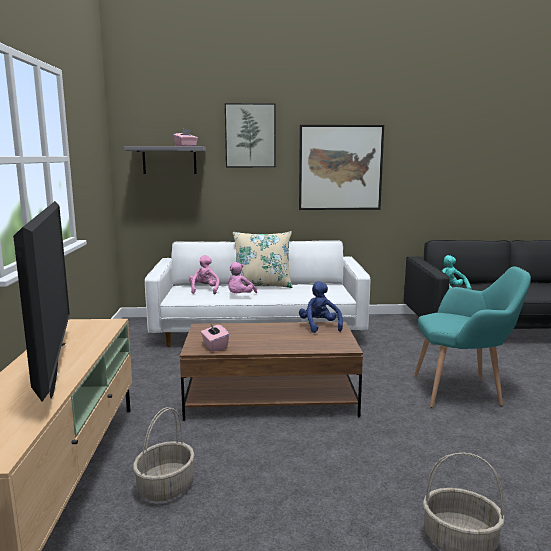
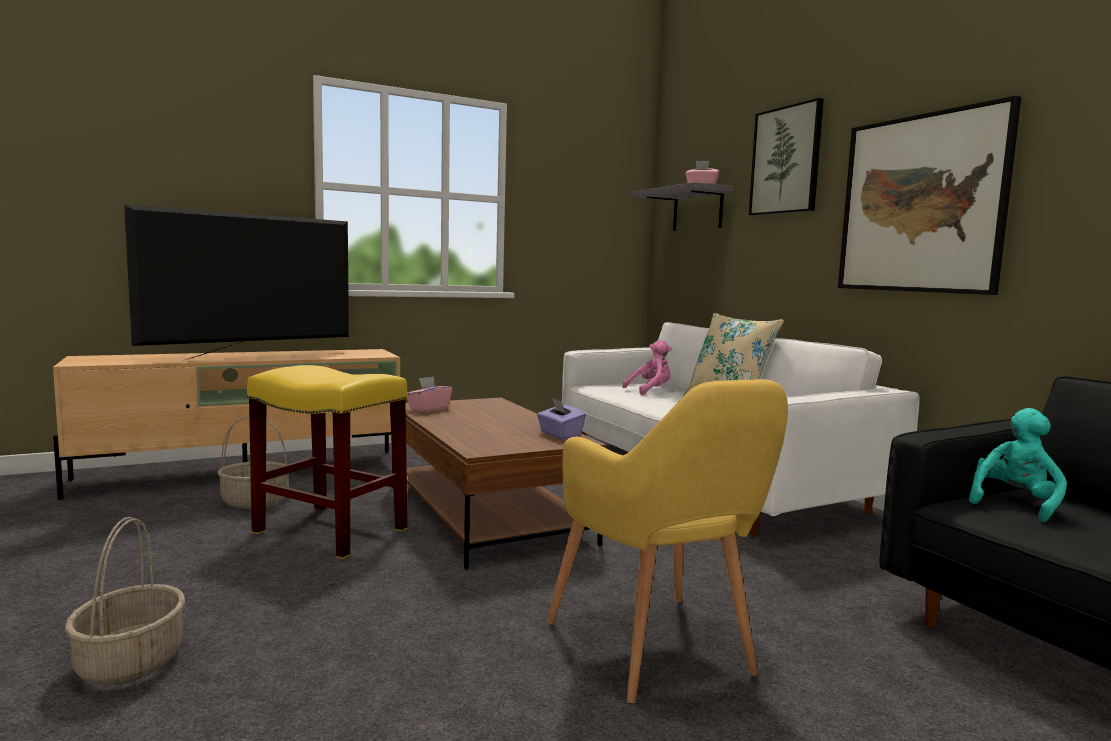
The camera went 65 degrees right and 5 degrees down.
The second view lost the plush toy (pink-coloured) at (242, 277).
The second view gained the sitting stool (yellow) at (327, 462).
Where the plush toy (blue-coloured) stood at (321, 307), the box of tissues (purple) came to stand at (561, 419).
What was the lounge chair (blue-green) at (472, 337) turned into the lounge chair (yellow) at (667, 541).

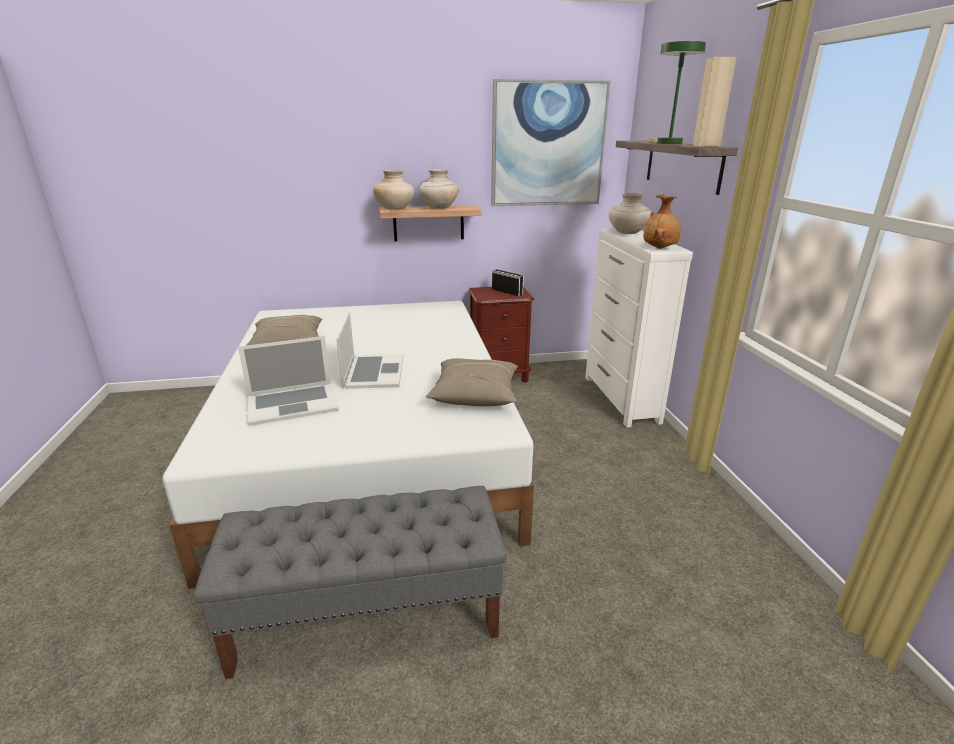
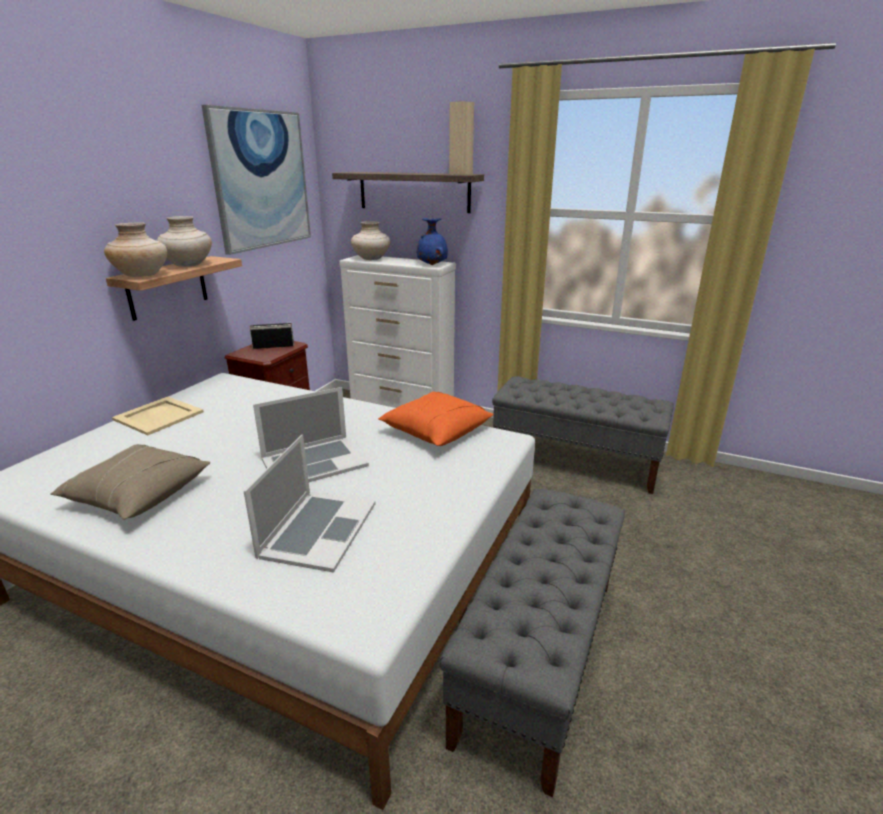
The camera went 55 degrees left and 0 degrees up.
The second view lost the lamp for a table (green-coloured) at (677, 92).
The second view gained the tray (beige-coloured) at (158, 416).
The second view gained the long seat (greyish) at (583, 435).
What was the cushion (beige-coloured) at (472, 382) turned into the cushion (orange) at (436, 419).
What was the decorative vase (brown-coloured) at (662, 221) turned into the decorative vase (blue-coloured) at (432, 241).
The laptop at (370, 350) ended up facing another way, 120 degrees clockwise from before.

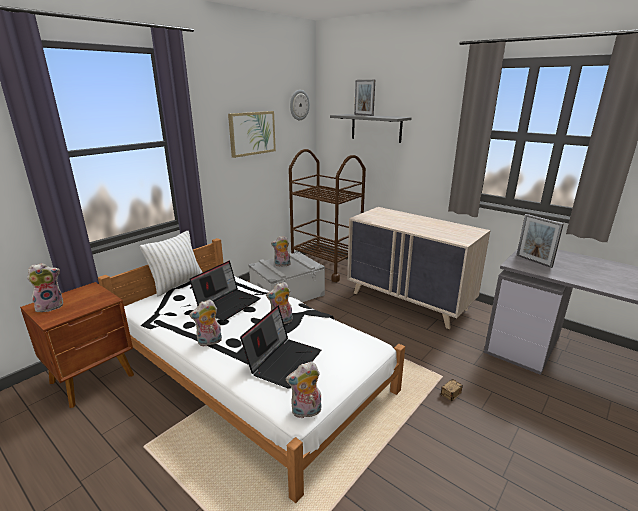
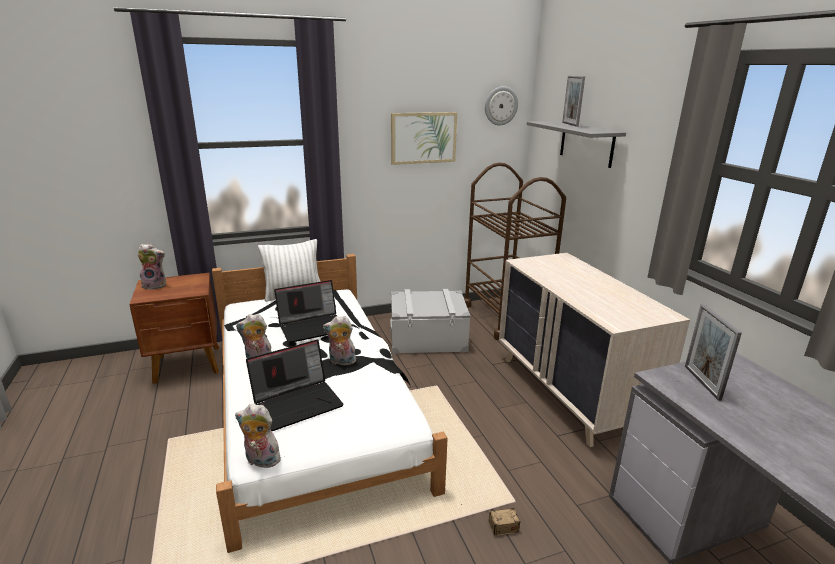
The camera went 30 degrees right and 0 degrees up.
The second view lost the plush toy at (281, 251).

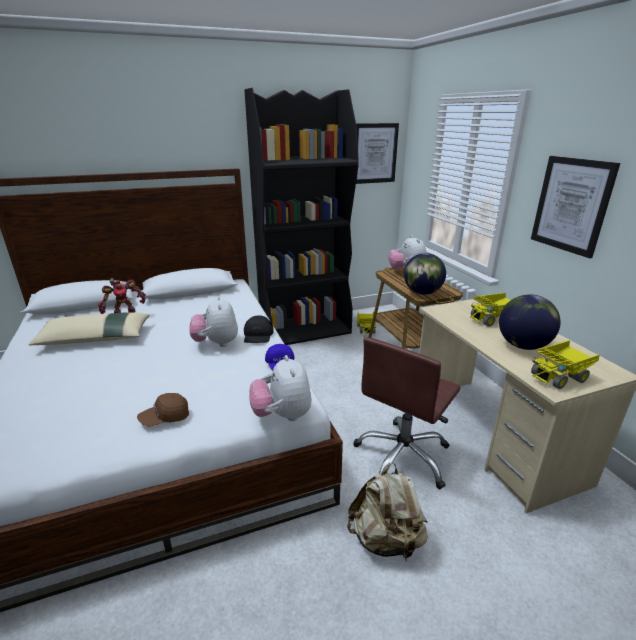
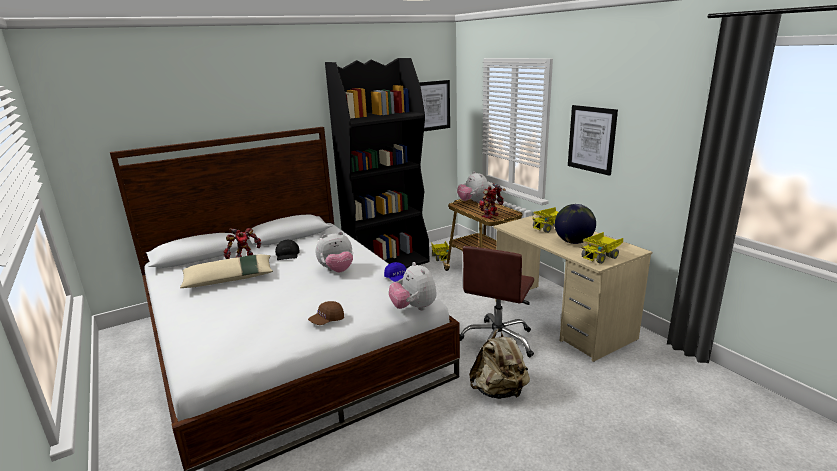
The camera went 10 degrees left and 5 degrees down.
The cap (black-coloured) ended up elsewhere, having gone from (259, 329) to (287, 250).
Where the globe stood at (425, 274), the toy robot came to stand at (492, 201).
The plush toy at (213, 321) ended up facing another way, 90 degrees counterclockwise from before.

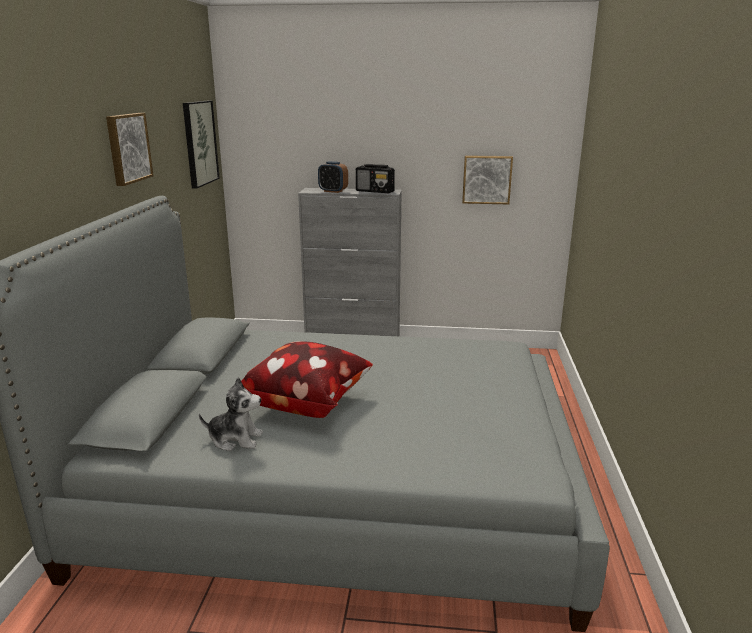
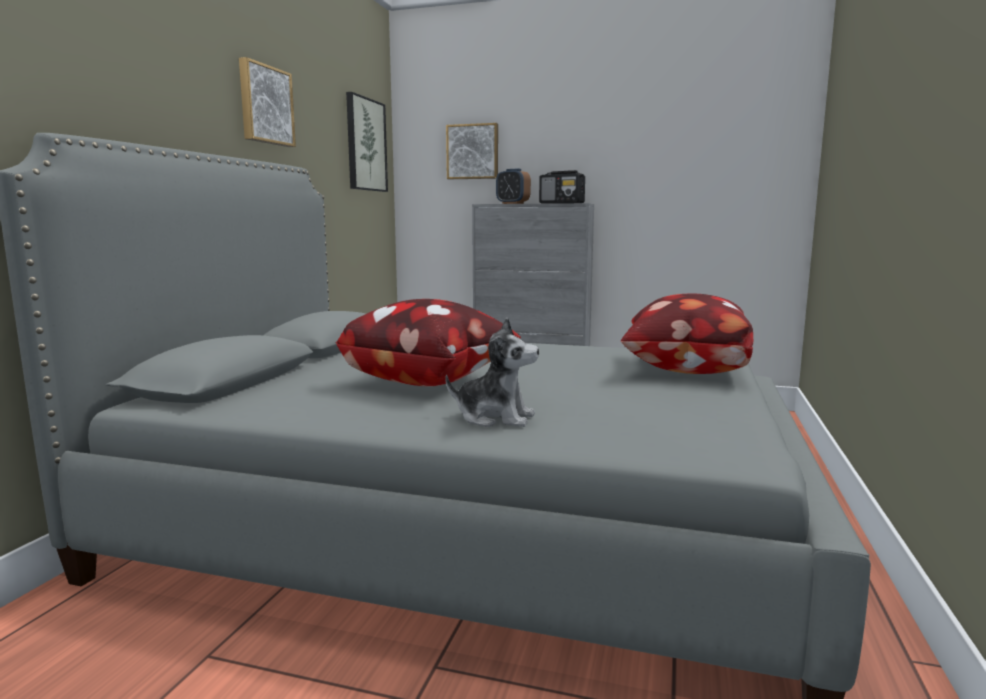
The camera went 10 degrees right and 10 degrees down.
The second view gained the cushion at (687, 334).
The plush toy ended up elsewhere, having gone from (231, 414) to (492, 372).
The wall picture ended up elsewhere, having gone from (487, 179) to (472, 151).

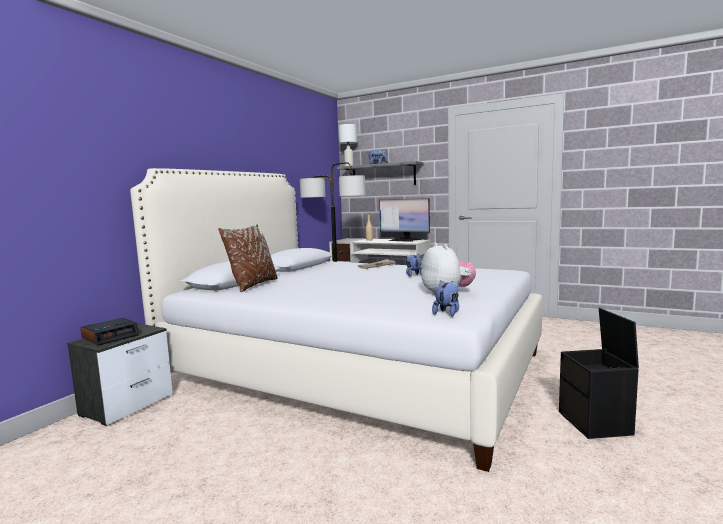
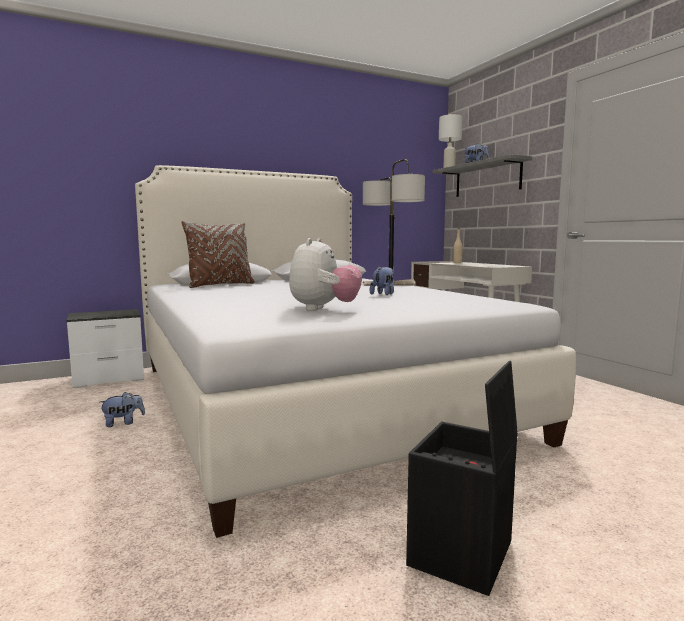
The camera went 35 degrees right and 0 degrees up.
The second view lost the table clock at (110, 332).
The second view lost the computer screen at (404, 220).
The plush toy ended up elsewhere, having gone from (445, 298) to (122, 409).

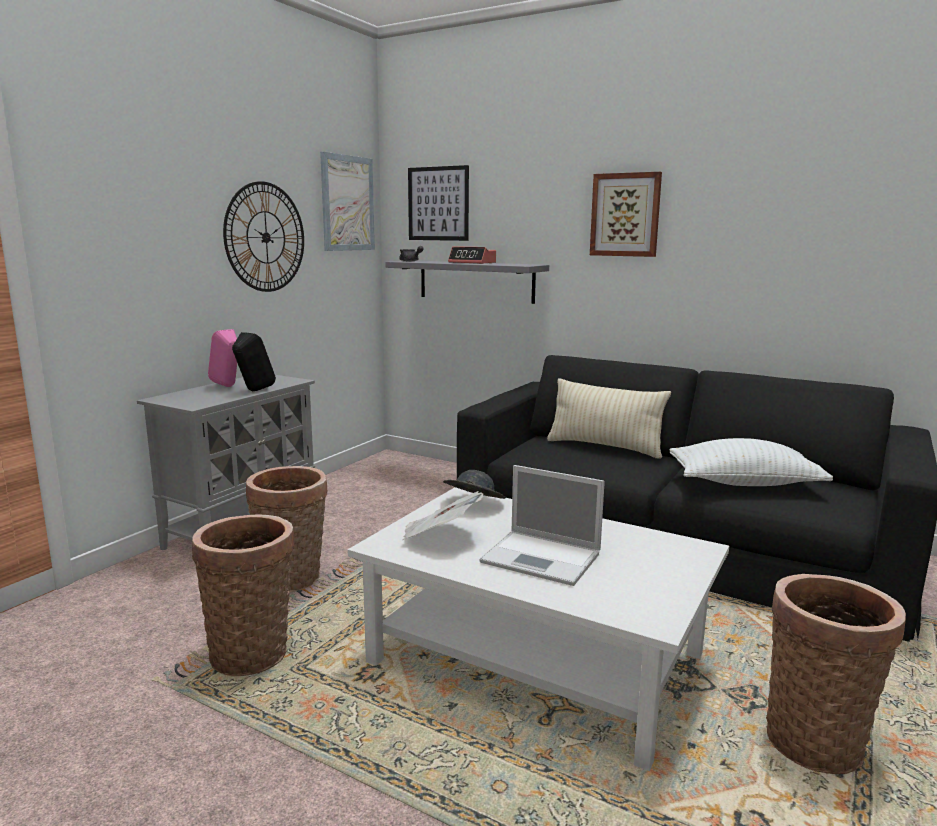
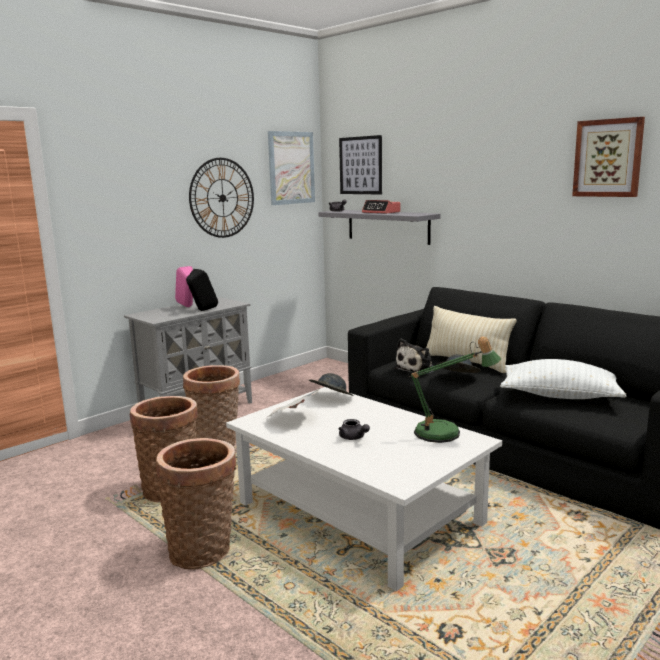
The camera went 15 degrees right and 0 degrees up.
The second view gained the plush toy at (414, 356).
The second view gained the lamp for a table at (454, 389).
The second view gained the clothing hat (greyish) at (458, 363).
The wall picture ended up elsewhere, having gone from (626, 214) to (608, 157).
The basket ended up elsewhere, having gone from (836, 674) to (196, 504).
Where the laptop stood at (542, 525), the tea pot (greyish) came to stand at (354, 429).

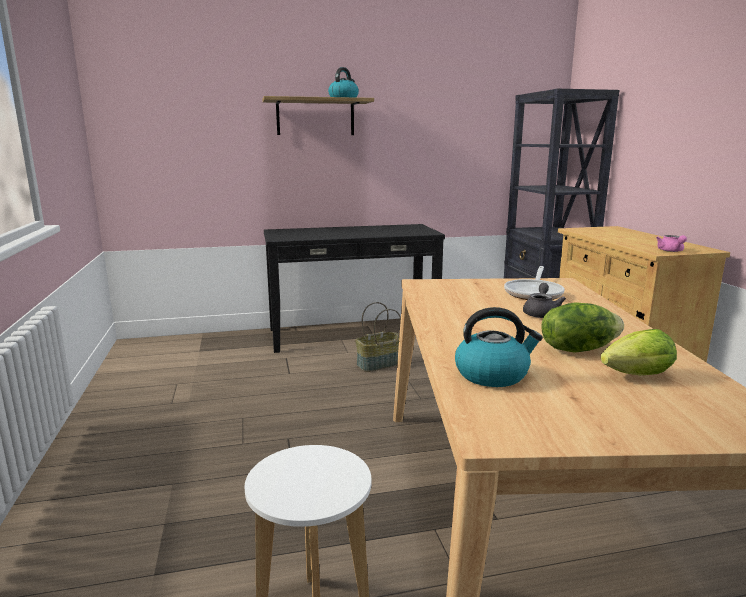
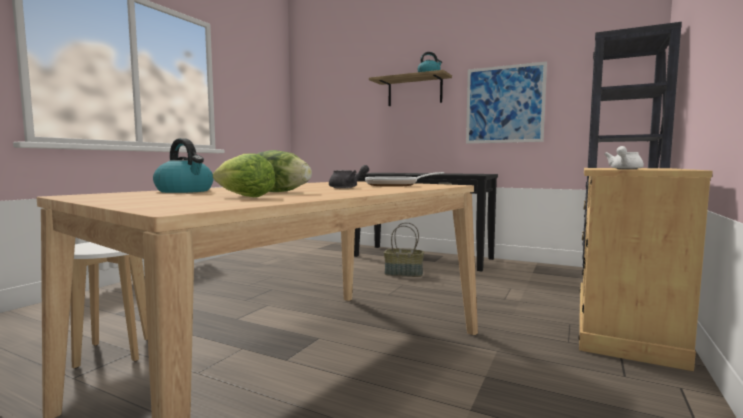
The camera went 40 degrees right and 10 degrees down.
The second view gained the wall picture at (506, 102).
What was the tea pot (pink-coloured) at (671, 243) turned into the tea pot (white) at (624, 157).

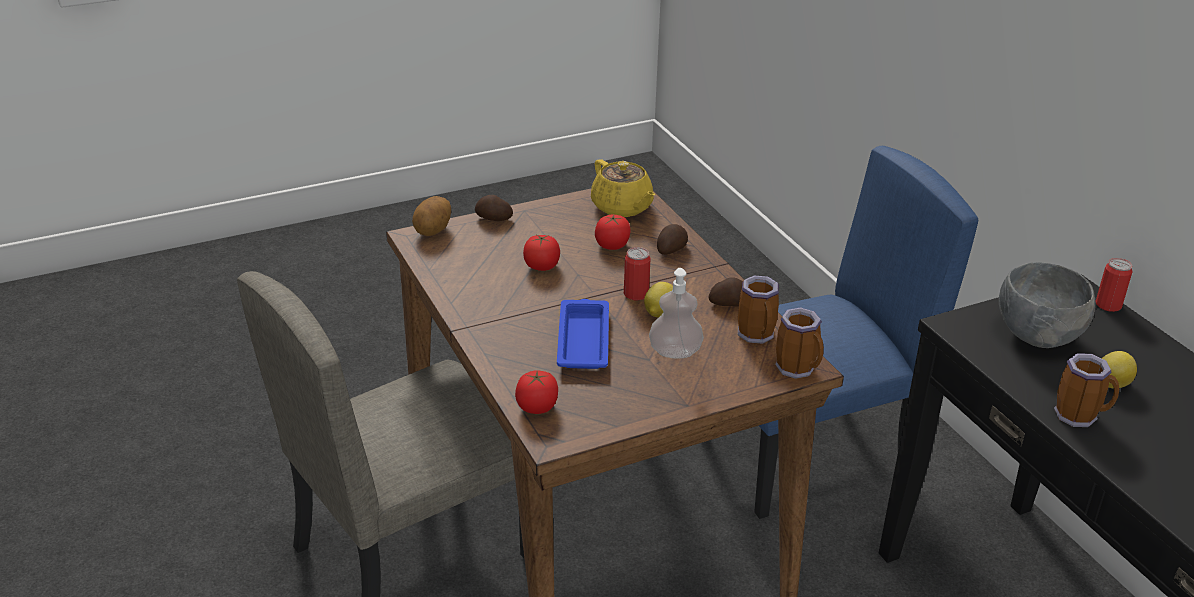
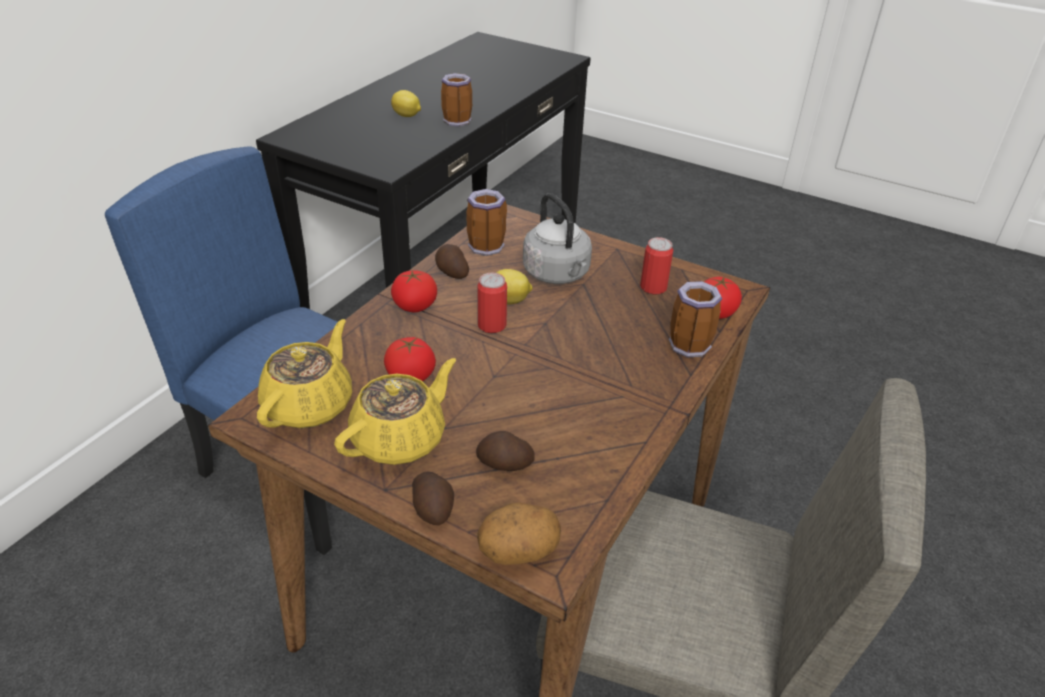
The camera went 125 degrees left and 5 degrees up.
The second view lost the tray (blue-coloured) at (583, 334).
The second view lost the serving bowl (greyish) at (1047, 305).
The second view gained the tea pot (yellow) at (395, 411).
The fresh tomato ended up elsewhere, having gone from (541, 253) to (414, 291).
The spud ended up elsewhere, having gone from (672, 239) to (505, 451).
The tea mug ended up elsewhere, having gone from (799, 343) to (695, 319).
The metal can ended up elsewhere, having gone from (1114, 285) to (656, 265).
Where the liquid soap bottle stood at (676, 313), the tea kettle (greyish) came to stand at (557, 238).

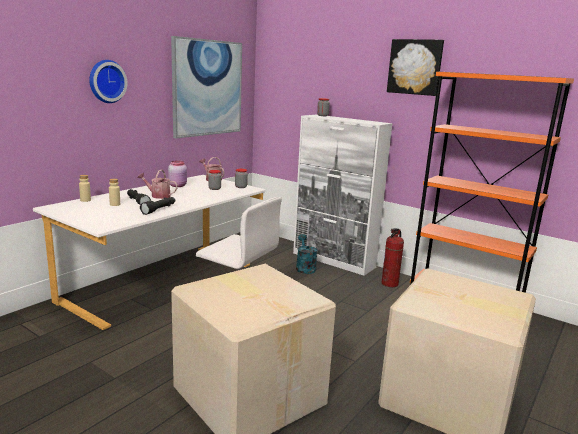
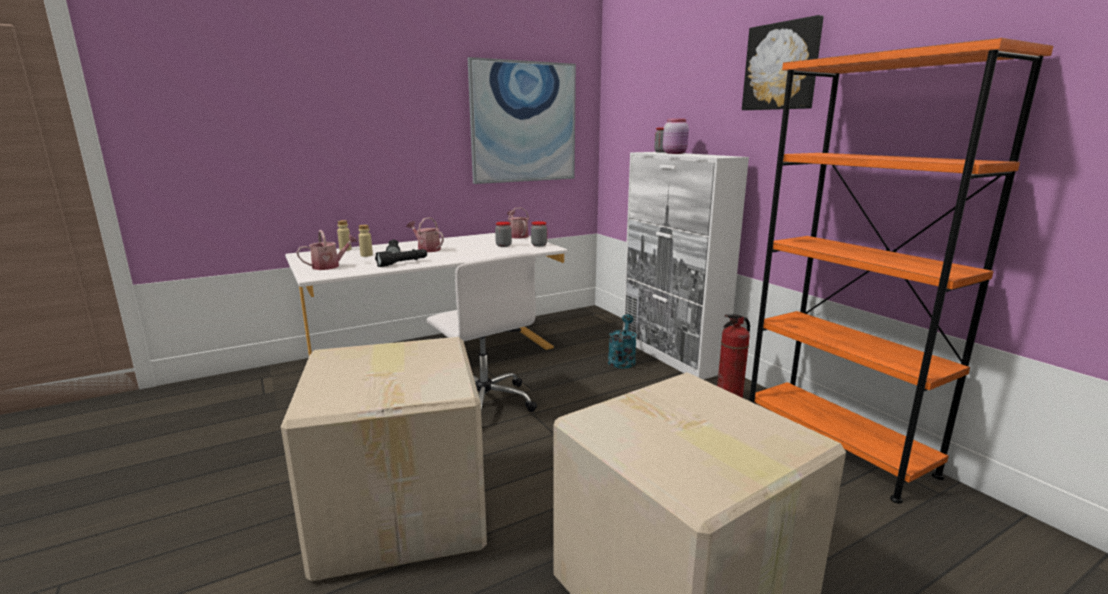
The camera went 25 degrees right and 0 degrees up.
The second view lost the wall clock at (108, 81).
The second view gained the watering can at (327, 250).
The jar (pink-coloured) ended up elsewhere, having gone from (177, 174) to (676, 136).

